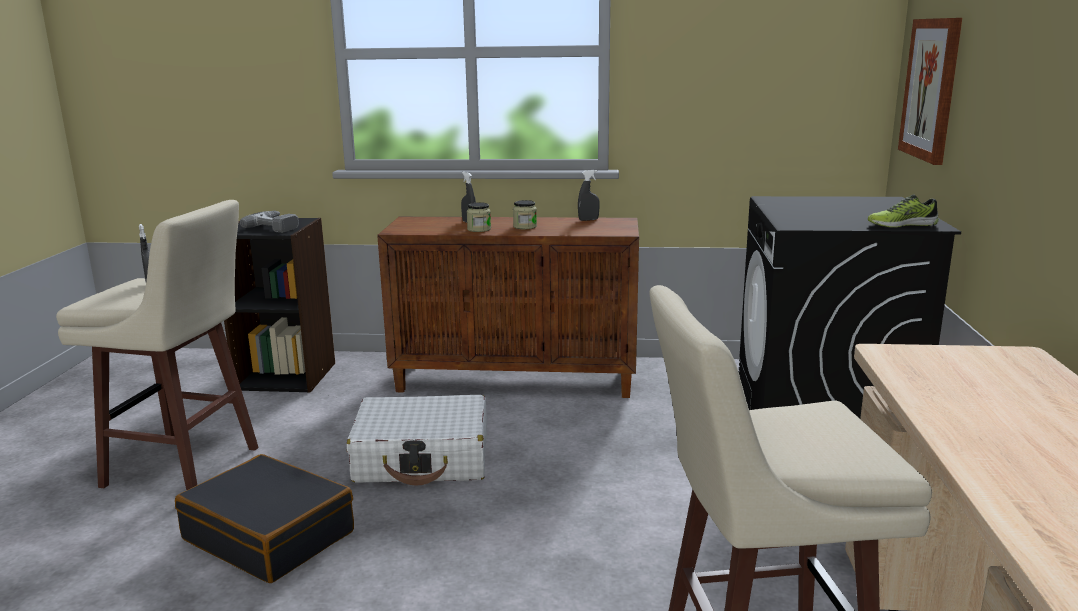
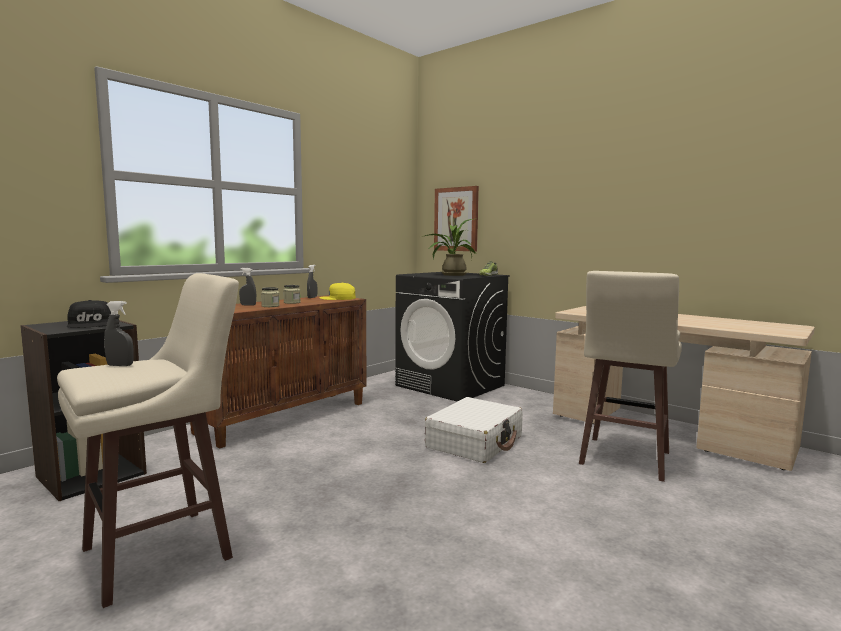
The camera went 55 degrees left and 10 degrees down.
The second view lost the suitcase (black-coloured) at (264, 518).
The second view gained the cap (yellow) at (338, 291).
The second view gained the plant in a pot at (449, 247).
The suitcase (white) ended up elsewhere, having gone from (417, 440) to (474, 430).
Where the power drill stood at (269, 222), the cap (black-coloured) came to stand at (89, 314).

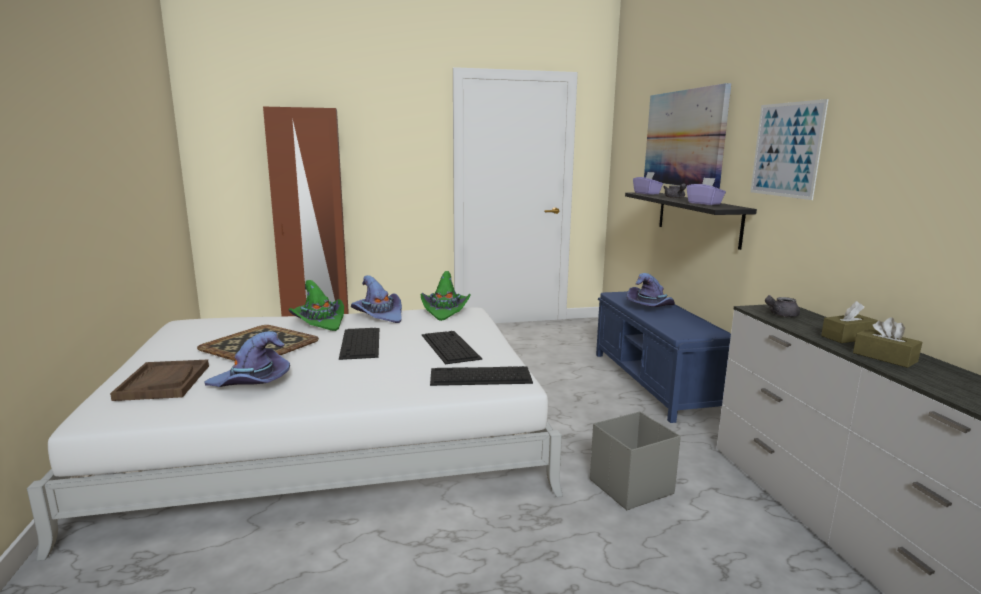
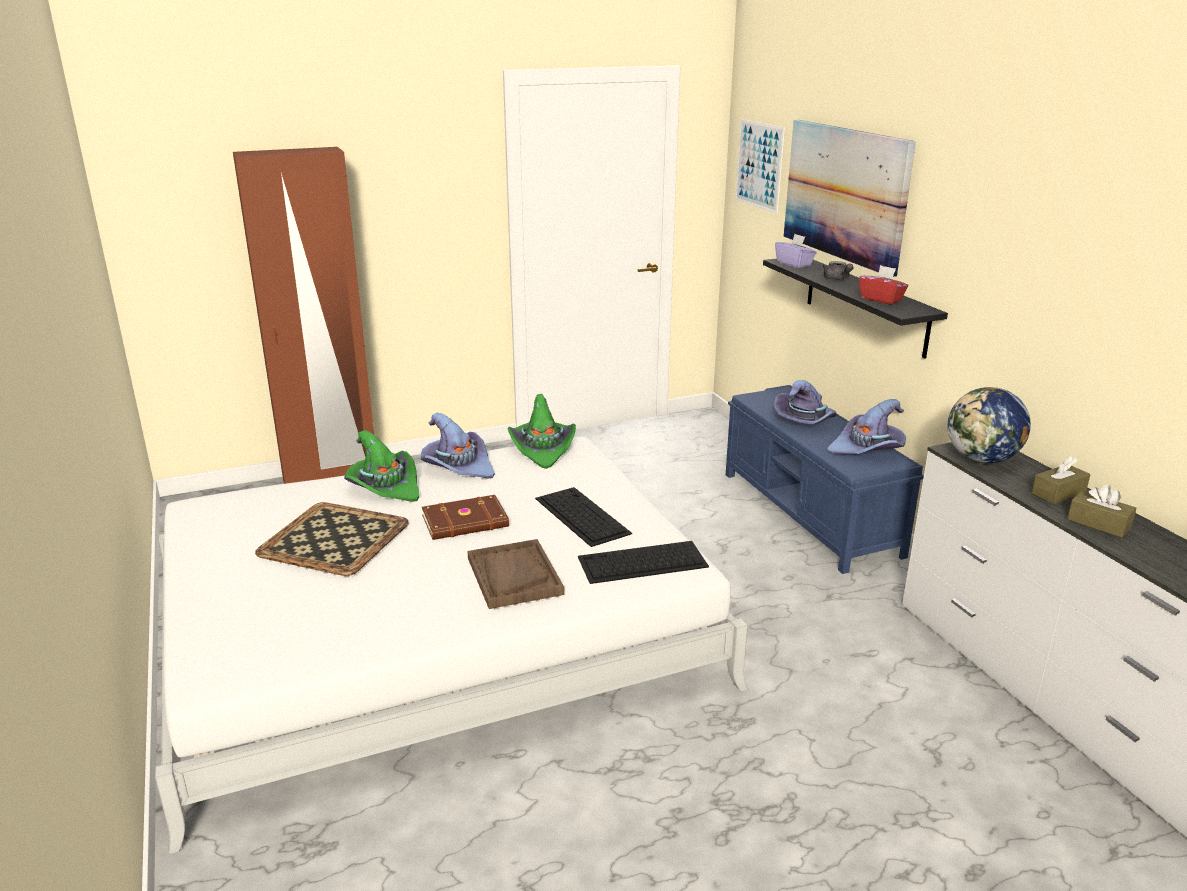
The camera went 10 degrees left and 10 degrees up.
The second view lost the storage bin (greyish) at (635, 460).
The tray (brown-coloured) ended up elsewhere, having gone from (159, 380) to (515, 574).
The clothing hat (purple) ended up elsewhere, having gone from (247, 359) to (867, 426).
The wall picture ended up elsewhere, having gone from (789, 149) to (760, 166).
Where the keyboard stood at (359, 344), the volume (brown-coloured) came to stand at (465, 517).
Where the tea pot (greyish) stood at (782, 306), the globe came to stand at (989, 425).
What was the box of tissues (purple) at (706, 191) turned into the box of tissues (red) at (883, 285).

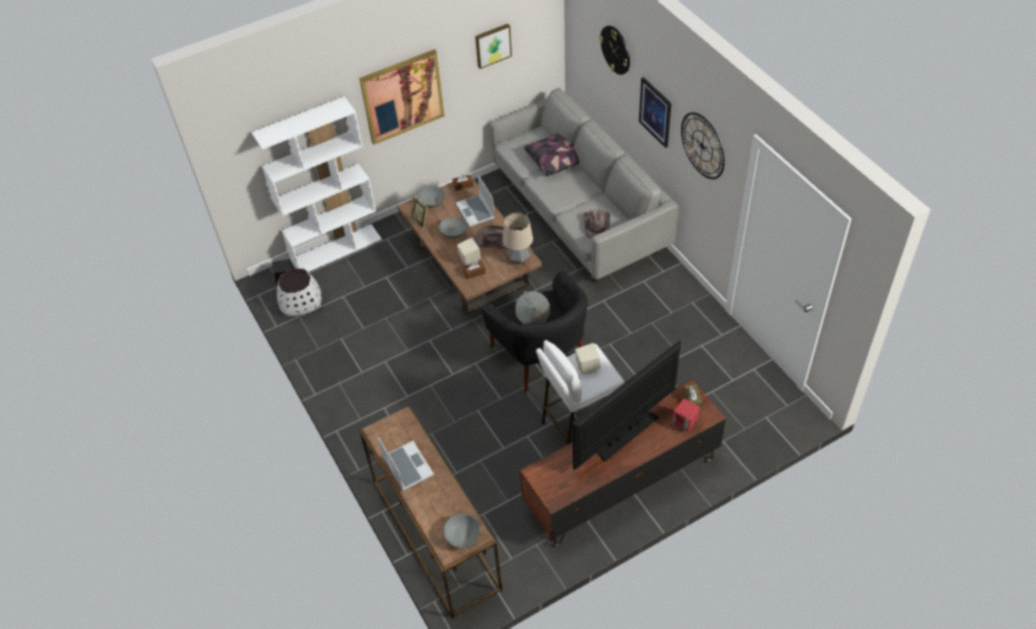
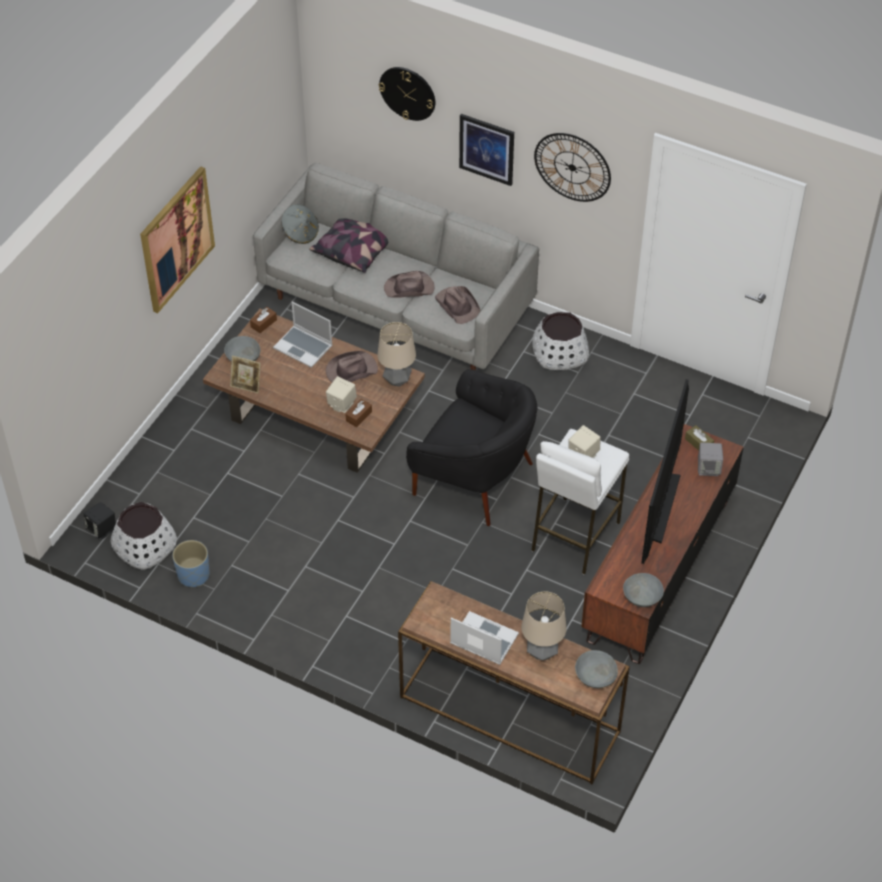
The camera went 35 degrees left and 0 degrees up.
The second view lost the bookshelf (white) at (316, 184).
The second view lost the wall picture at (493, 46).
The second view gained the flower pot (blue-coloured) at (191, 563).
The second view gained the clothing hat (brown-coloured) at (409, 284).
The second view gained the lamp for a table at (544, 625).
The second view gained the flower pot (white) at (560, 341).
The serving bowl (greyish) ended up elsewhere, having gone from (453, 227) to (643, 590).
The clothing hat (greyish) ended up elsewhere, having gone from (532, 307) to (300, 224).
What was the speaker (red) at (685, 415) turned into the speaker (greyish) at (710, 459).

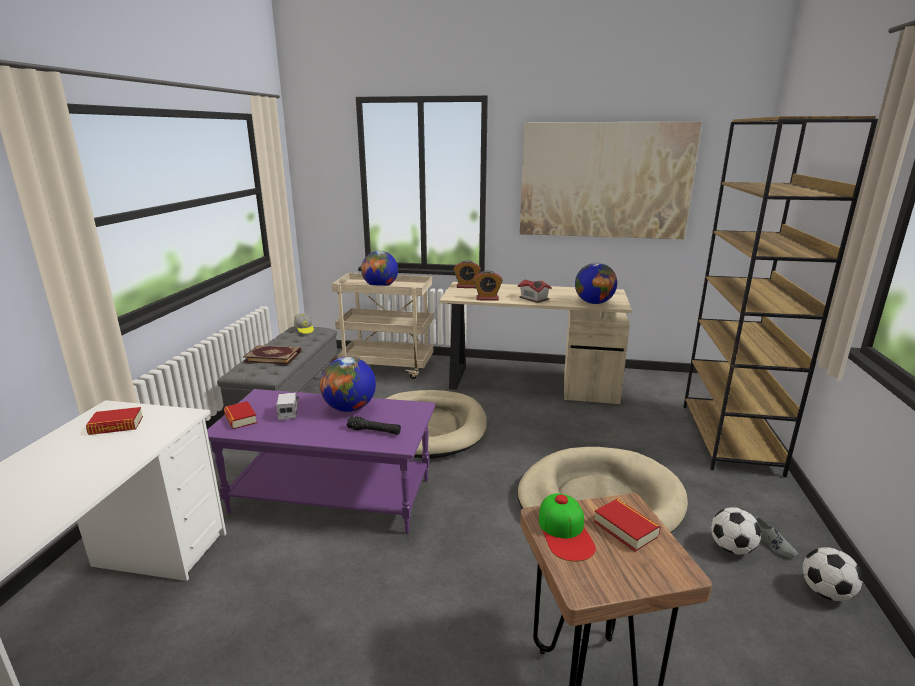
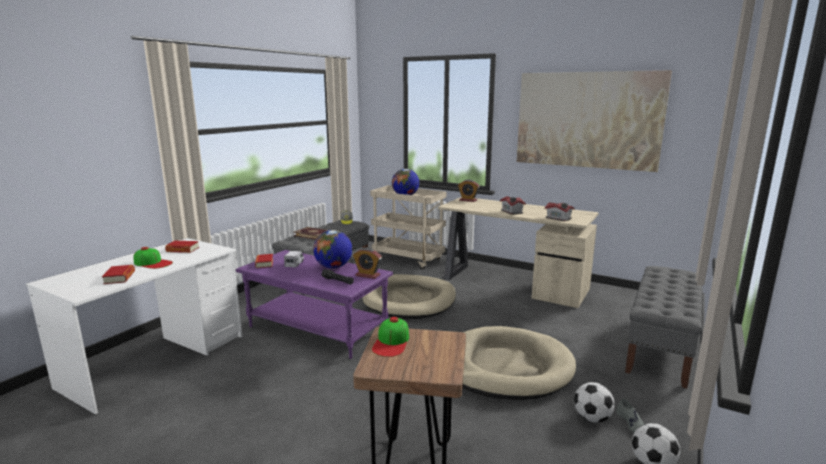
The camera went 20 degrees right and 5 degrees down.
The second view gained the cap at (153, 258).
The table clock ended up elsewhere, having gone from (488, 286) to (367, 263).
The volume ended up elsewhere, having gone from (627, 525) to (118, 274).
Where the globe stood at (596, 283), the model house came to stand at (560, 211).
Where the bookshelf (brown-coloured) stood at (780, 296), the long seat (greyish) came to stand at (664, 327).

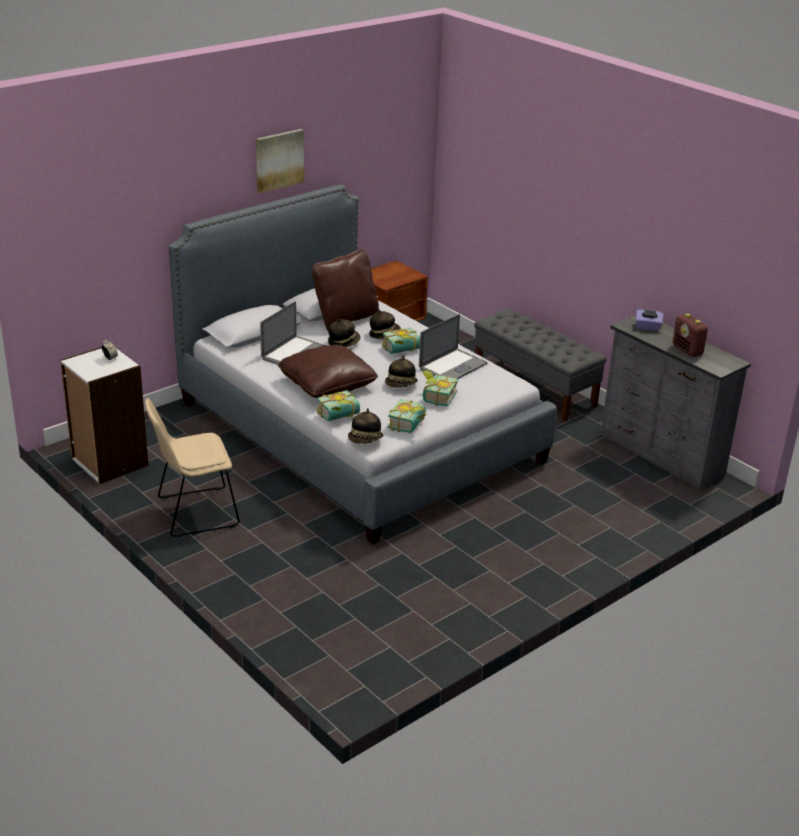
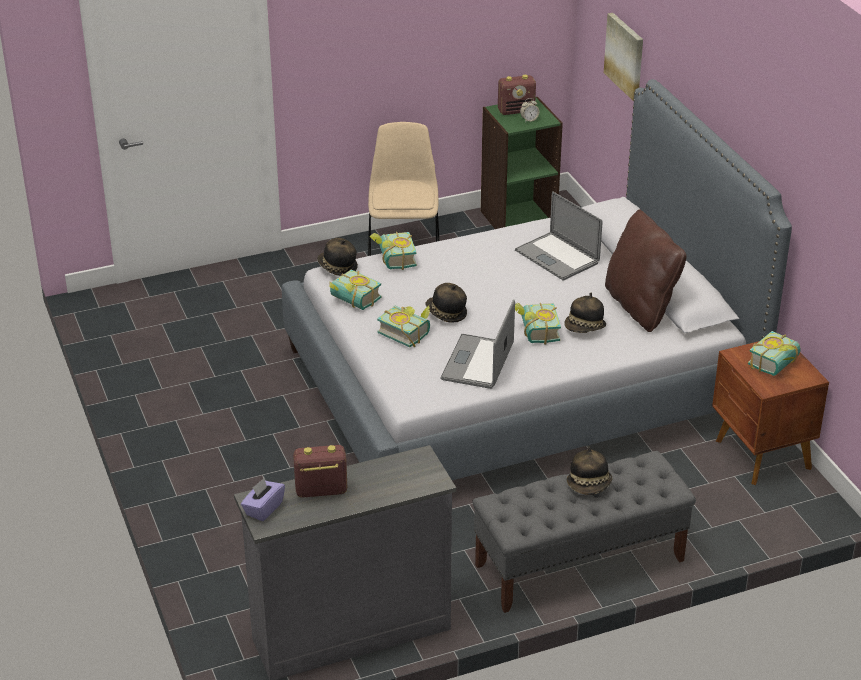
The camera went 110 degrees right and 5 degrees up.
The second view lost the cushion (brown-coloured) at (328, 371).
The second view gained the radio receiver at (517, 95).
The second view gained the volume at (774, 353).
The wall picture ended up elsewhere, having gone from (280, 161) to (623, 57).
The clothing hat ended up elsewhere, having gone from (344, 333) to (590, 470).
The box of tissues (purple) ended up elsewhere, having gone from (650, 320) to (263, 499).
What was the bookshelf (white) at (104, 415) turned into the bookshelf (green-coloured) at (522, 163).
The laptop at (453, 346) ended up facing another way, 45 degrees clockwise from before.

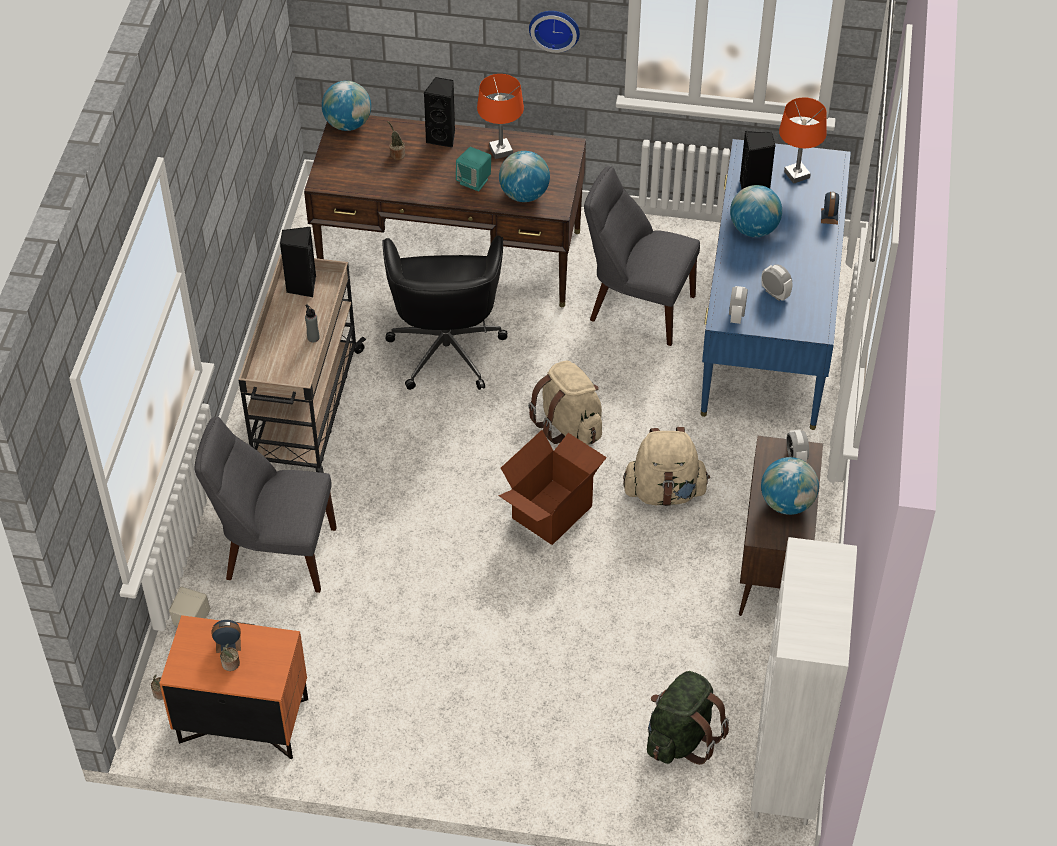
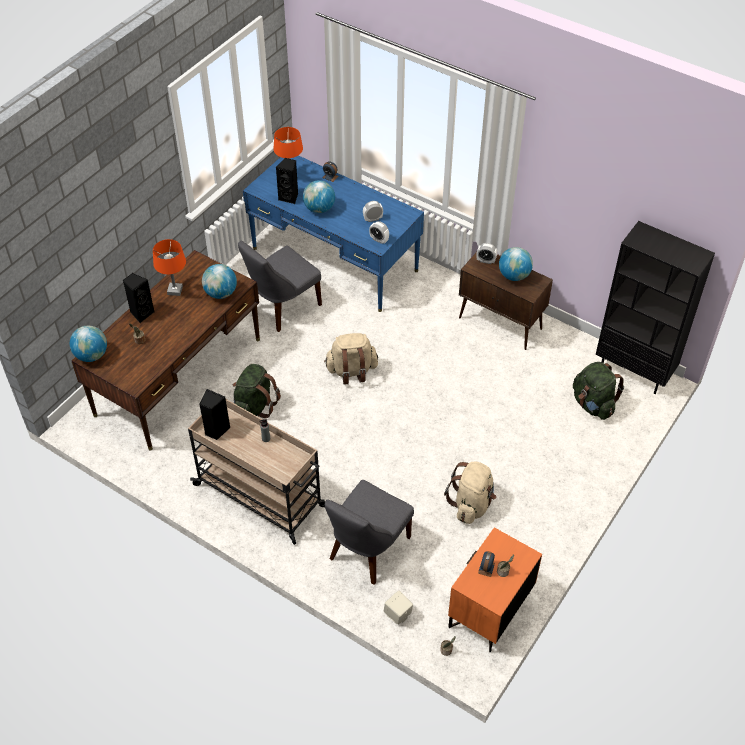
The camera went 65 degrees left and 0 degrees up.
The second view lost the speaker (blue-green) at (473, 169).
The second view lost the carton at (553, 487).
The second view lost the wall clock at (554, 32).
The rucksack (beige-coloured) ended up elsewhere, having gone from (666, 466) to (470, 493).
Where the computer chair (black-coloured) stood at (444, 313), the rucksack (green-coloured) came to stand at (257, 391).
What was the bookshelf (white) at (804, 681) turned into the bookshelf (black-coloured) at (655, 307).

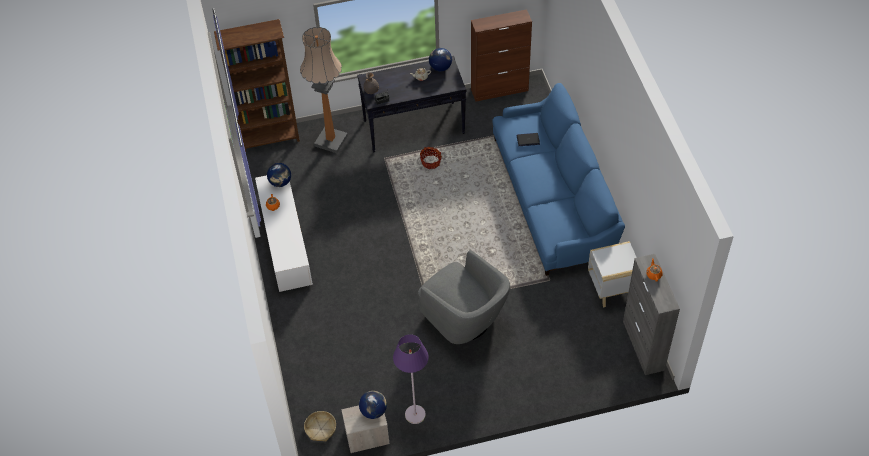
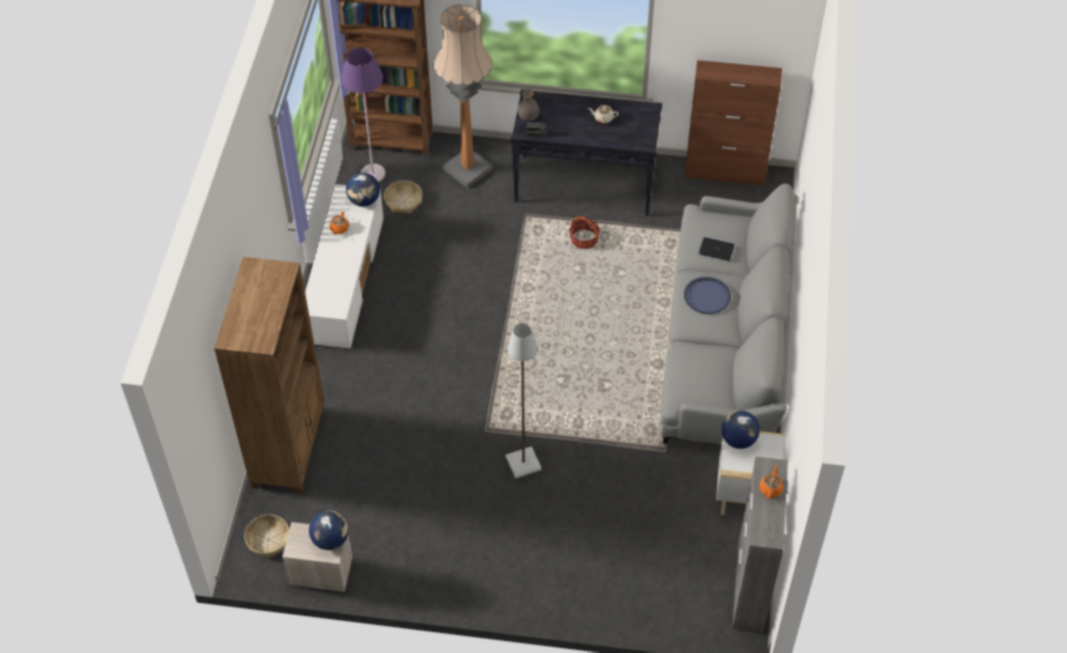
The camera went 20 degrees right and 0 degrees up.
The second view gained the bookshelf (brown-coloured) at (269, 375).
The second view gained the basket at (403, 197).
The second view gained the tray (blue-coloured) at (707, 295).
The standing lamp (purple) ended up elsewhere, having gone from (411, 379) to (363, 115).
The globe ended up elsewhere, having gone from (440, 59) to (740, 429).
Where the lounge chair (greyish) stood at (464, 297), the standing lamp (greyish) came to stand at (524, 401).
What was the couch (blue-coloured) at (558, 179) turned into the couch (greyish) at (729, 313).

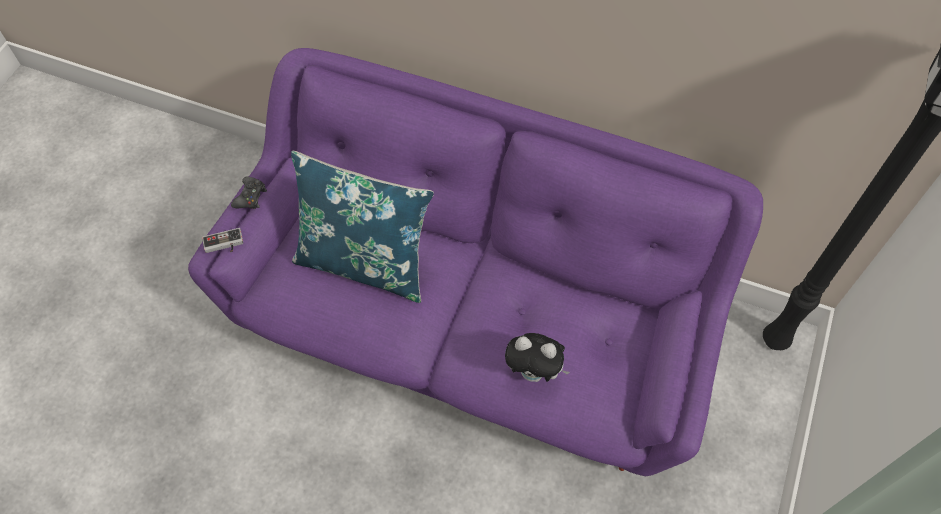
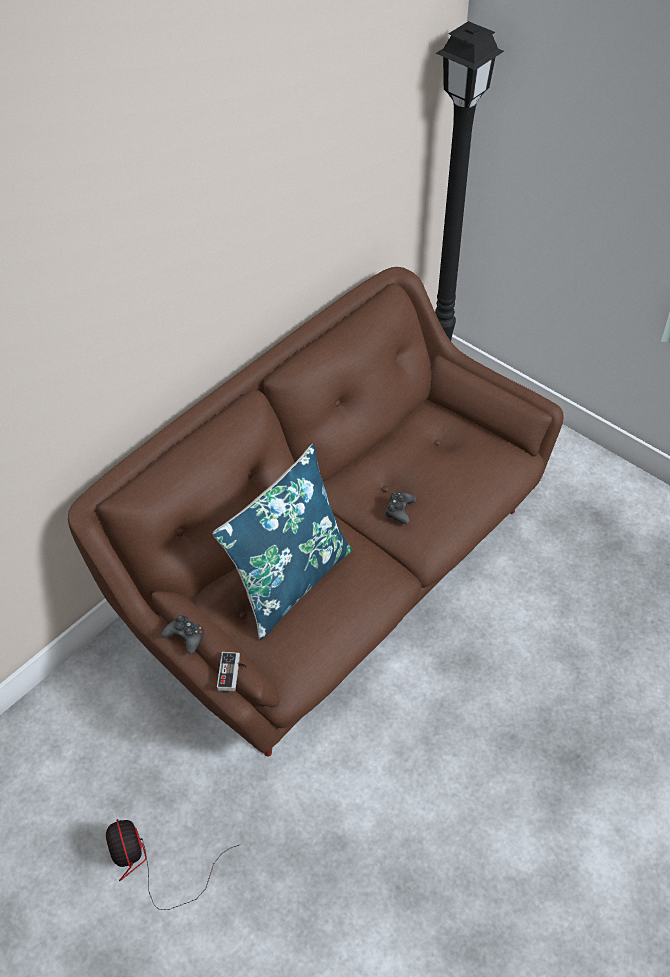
The camera went 70 degrees left and 10 degrees down.
The second view lost the plush toy at (537, 357).
The second view gained the cooling fan at (172, 864).
The second view gained the joypad (black-coloured) at (400, 508).
What was the couch (purple) at (475, 262) turned into the couch (brown-coloured) at (316, 511).

